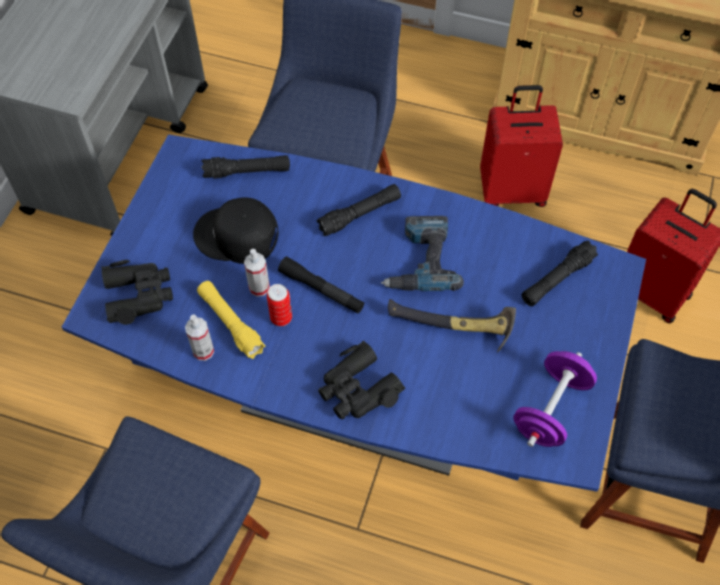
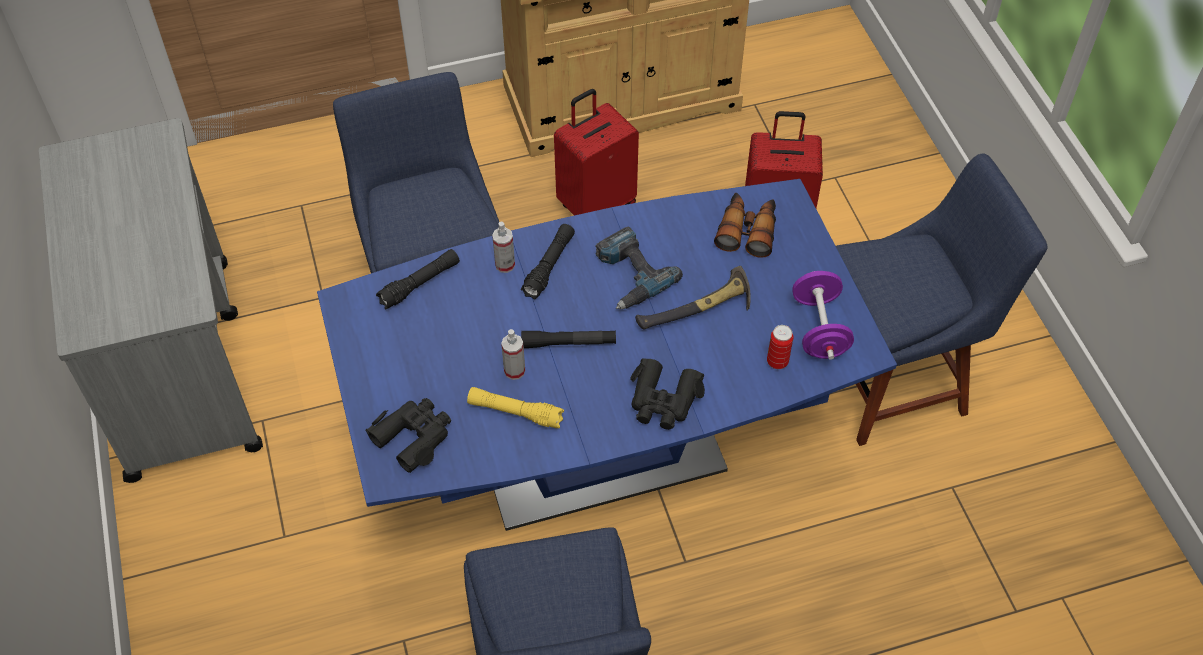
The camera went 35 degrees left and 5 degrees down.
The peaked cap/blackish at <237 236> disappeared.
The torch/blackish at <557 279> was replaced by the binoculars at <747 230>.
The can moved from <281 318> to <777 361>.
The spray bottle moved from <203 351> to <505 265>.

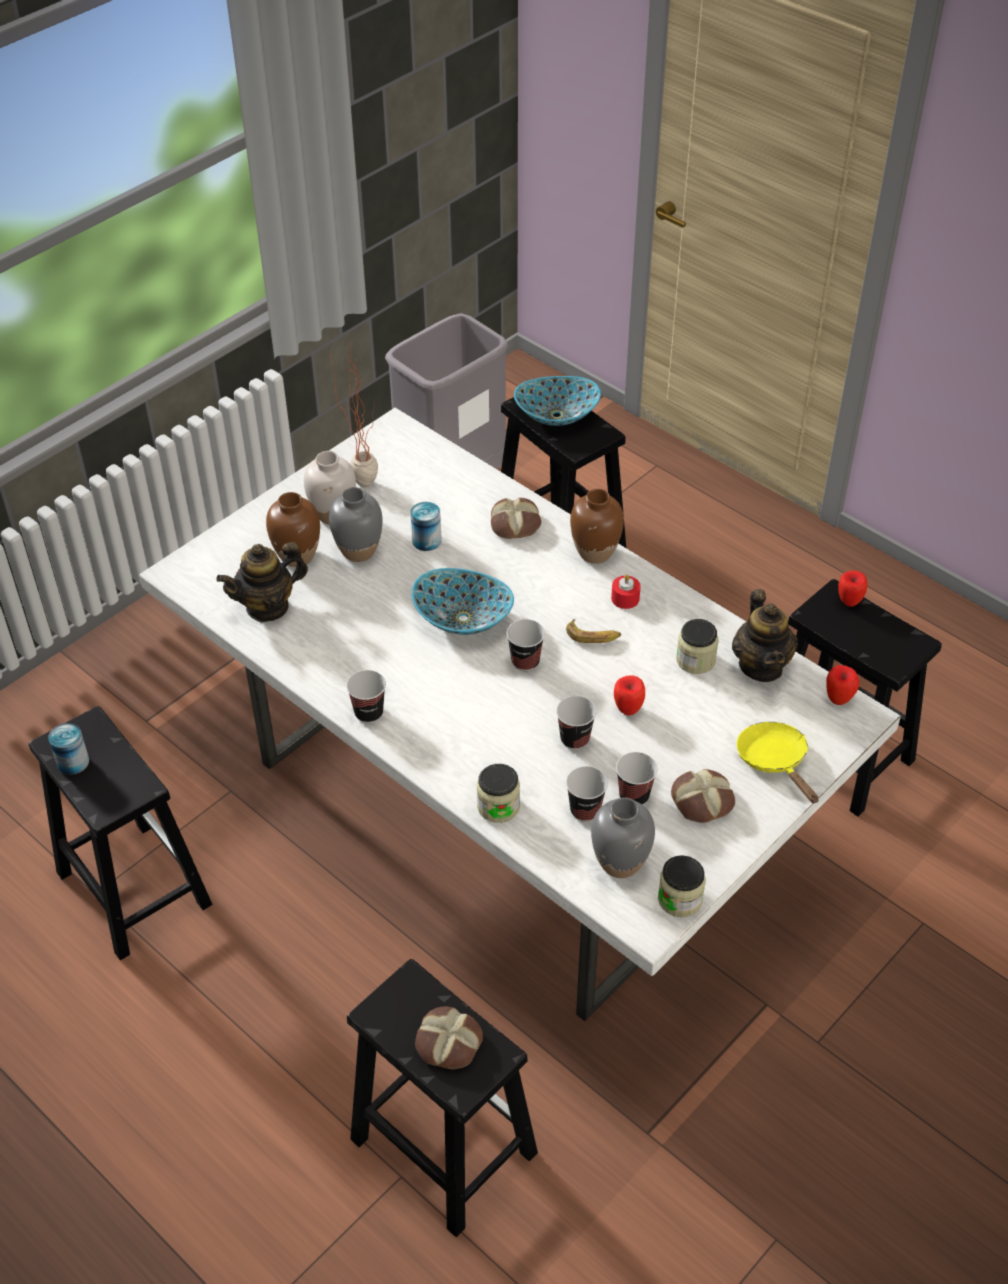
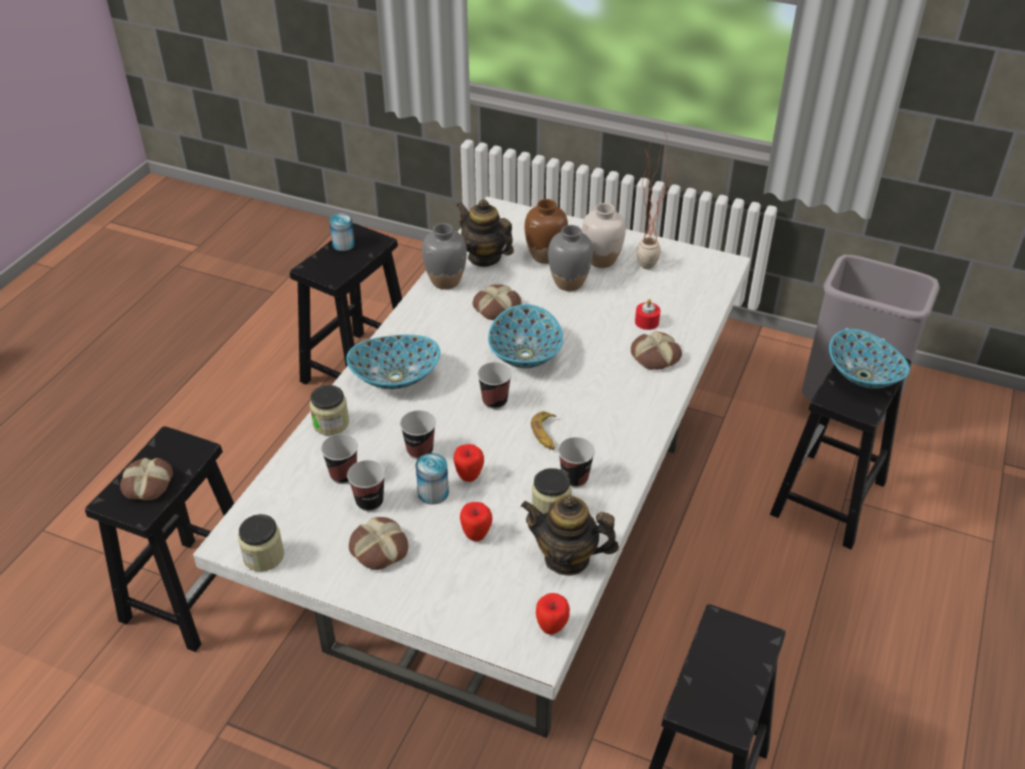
The camera went 70 degrees right and 5 degrees down.
The flower vase/brown-coloured at <595 552> disappeared.
The can moved from <426 540> to <433 493>.
The whole apple moved from <849 601> to <476 535>.
The wax candle/red-coloured moved from <625 598> to <646 322>.
The teapot at <761 666> turned 45 degrees clockwise.
The cup moved from <369 713> to <574 478>.
The frying pan/yellowish at <775 761> disappeared.
The flower vase/grey moved from <620 862> to <446 281>.
The bakery bread at <496 307> appeared.
The deep dish at <395 377> appeared.

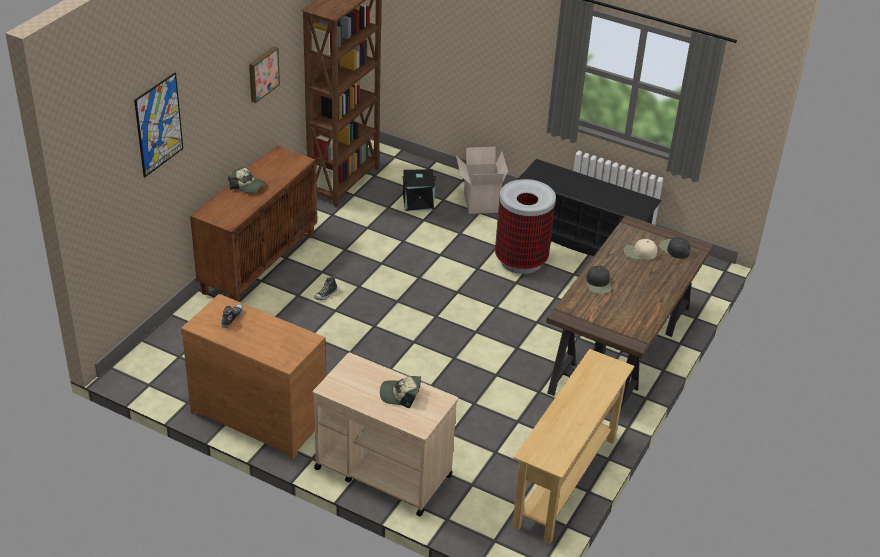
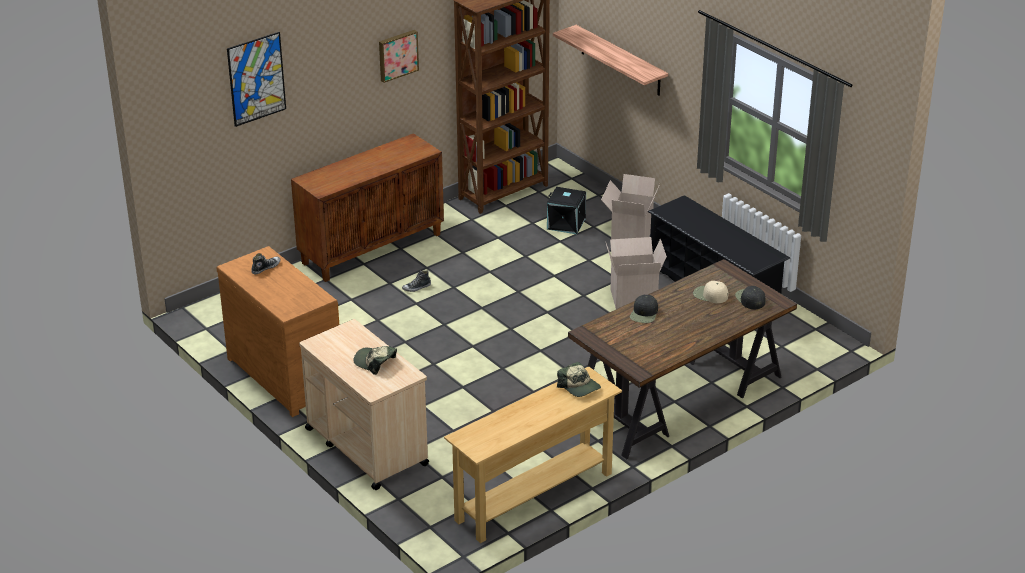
The camera went 25 degrees right and 5 degrees down.
The peaked cap moved from <247 186> to <579 387>.
The trash can at <521 260> was replaced by the packing box at <634 297>.
The shelf at <620 61> appeared.

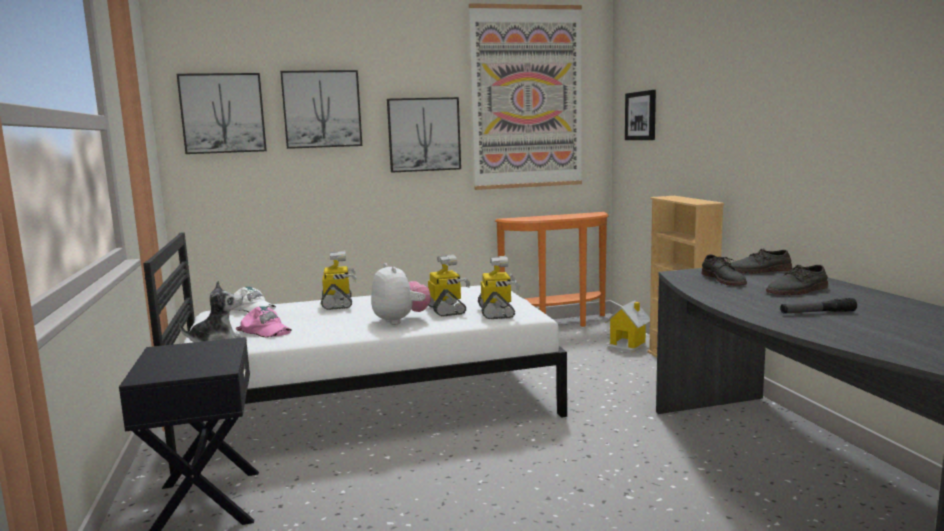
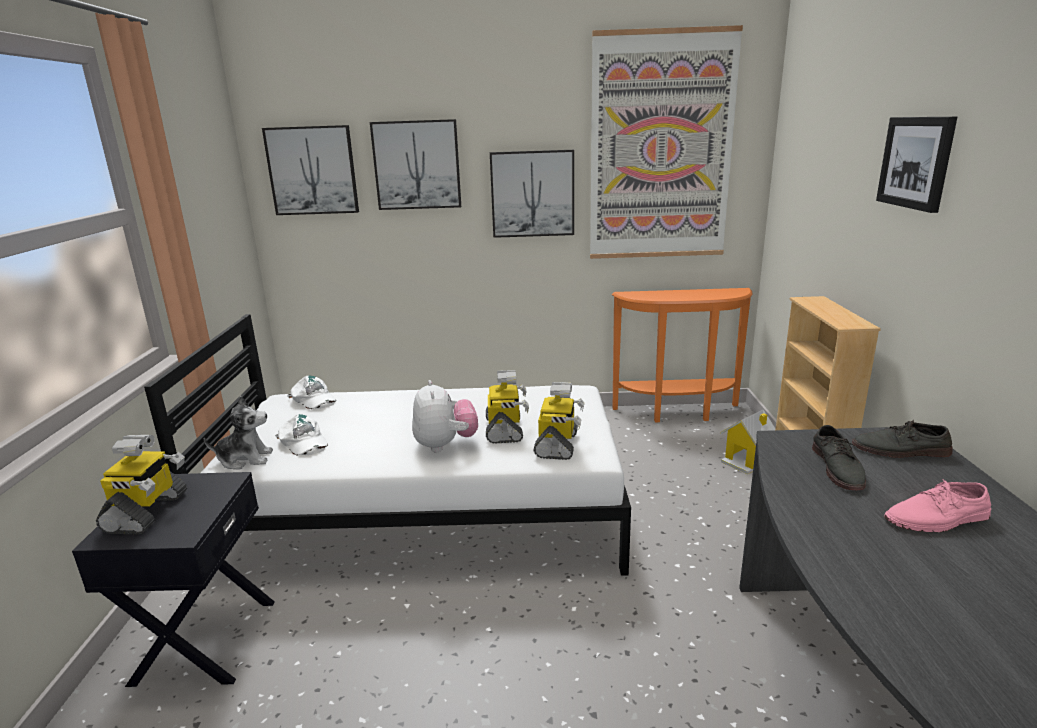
The camera went 15 degrees right and 10 degrees up.
The picture moved from <641 116> to <916 162>.
The robot figure moved from <338 303> to <147 512>.
The low shoe/grey at <798 290> became the low shoe/pink at <937 519>.
The torch at <817 313> disappeared.
The peaked cap/pink at <265 330> became the peaked cap/whitish at <303 442>.

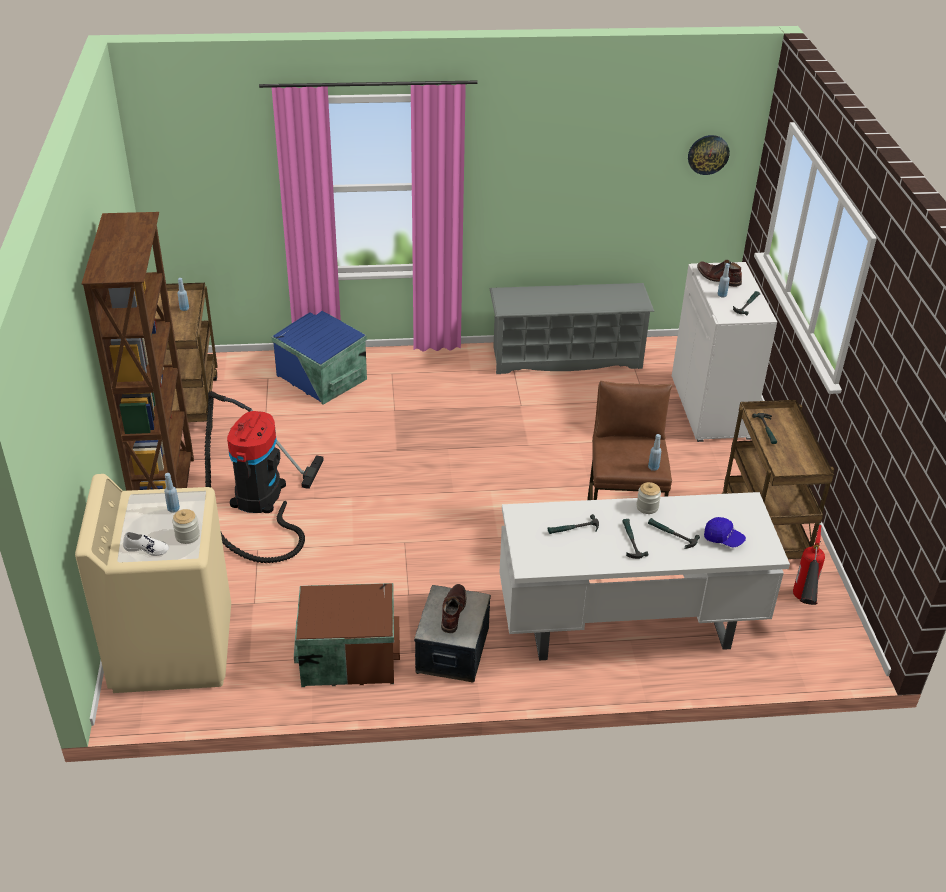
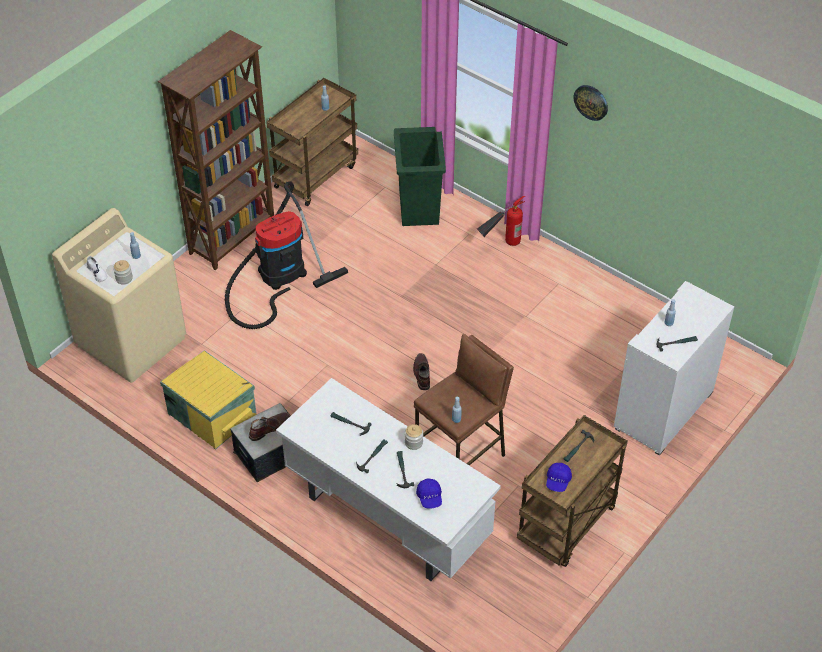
The camera went 45 degrees right and 10 degrees up.
The wall clock moved from <708 154> to <591 102>.
The high-top boot/brown-coloured moved from <718 278> to <421 374>.
The shoe shelf/grey at <566 357> disappeared.
The storage container/blue at <321 378> was replaced by the trash can/green at <418 208>.
The fire extinguisher moved from <802 607> to <500 246>.
The storage container/brown-coloured at <347 654> became the storage container/yellowish at <212 413>.
The peaked cap/blue at <558 481> appeared.

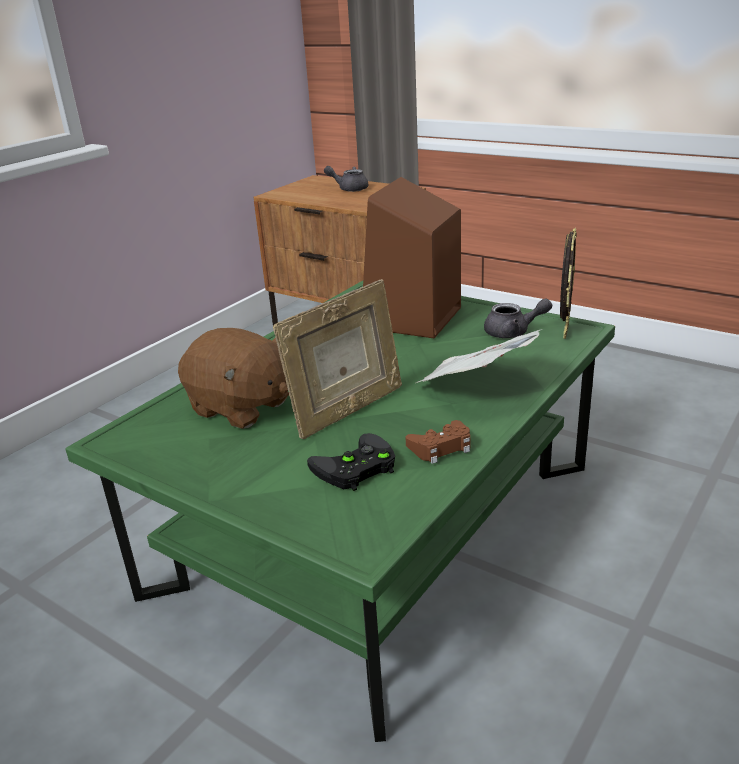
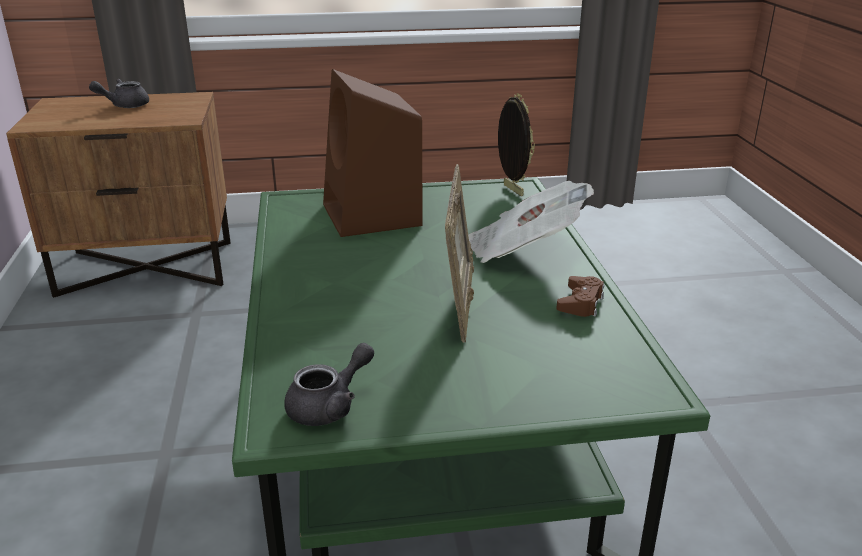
The camera went 45 degrees left and 0 degrees up.
The teapot/grey moved from <513 332> to <330 406>.
The cuddly toy/brown-coloured at <241 407> disappeared.
The joypad/blackish at <354 469> disappeared.

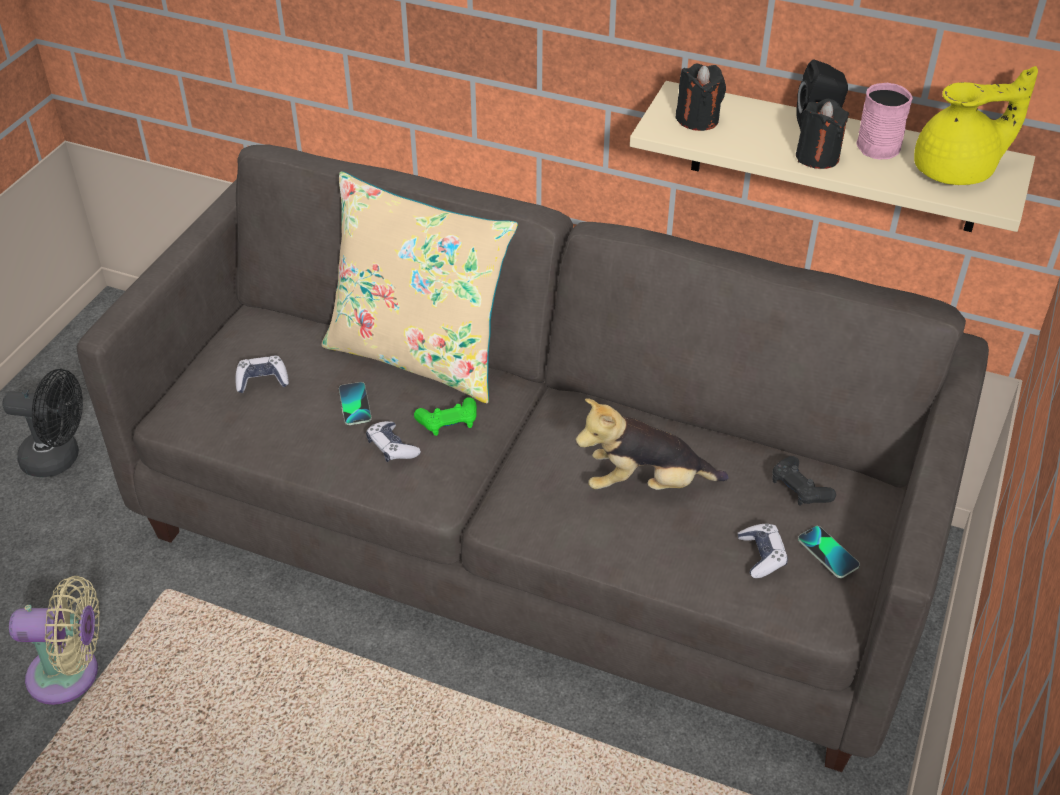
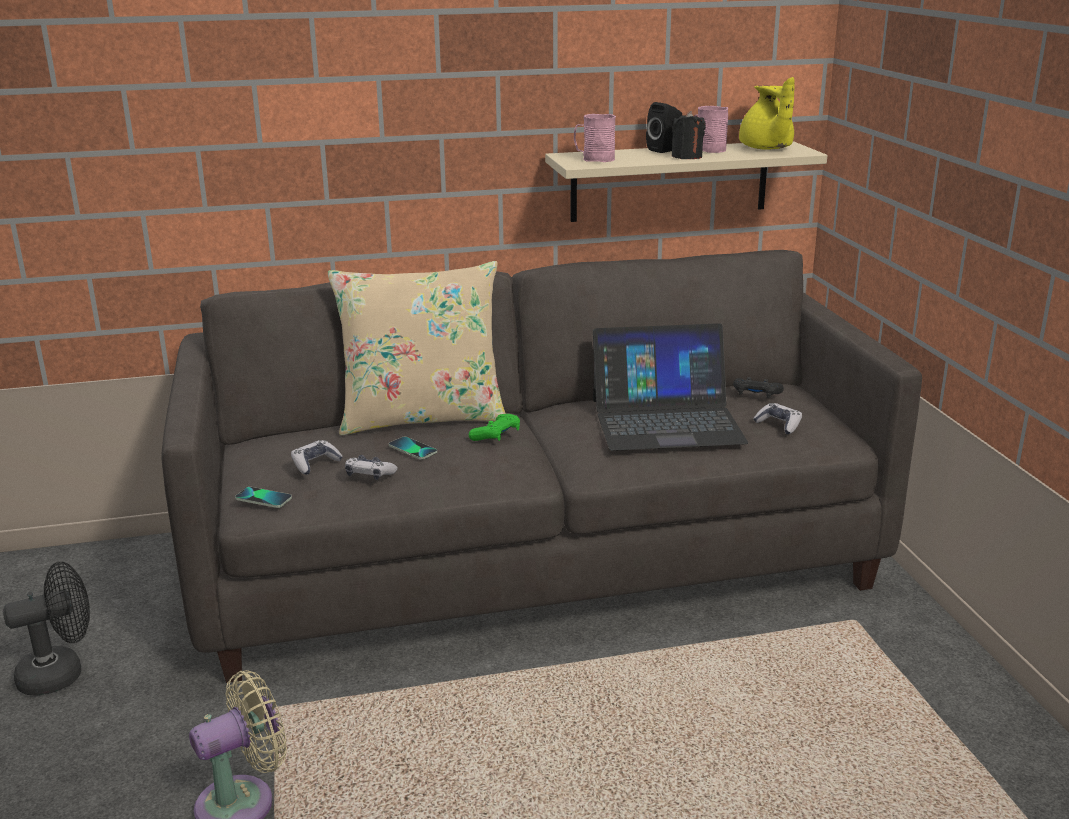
The camera went 35 degrees left and 20 degrees down.
The wax candle/blackish at <697 119> was replaced by the mug/pink at <594 159>.
The teapot/yellowish at <957 171> turned 120 degrees clockwise.
The cuddly toy at <645 484> was replaced by the notebook computer at <666 420>.
The joypad moved from <392 447> to <369 474>.
The handset moved from <828 552> to <263 498>.

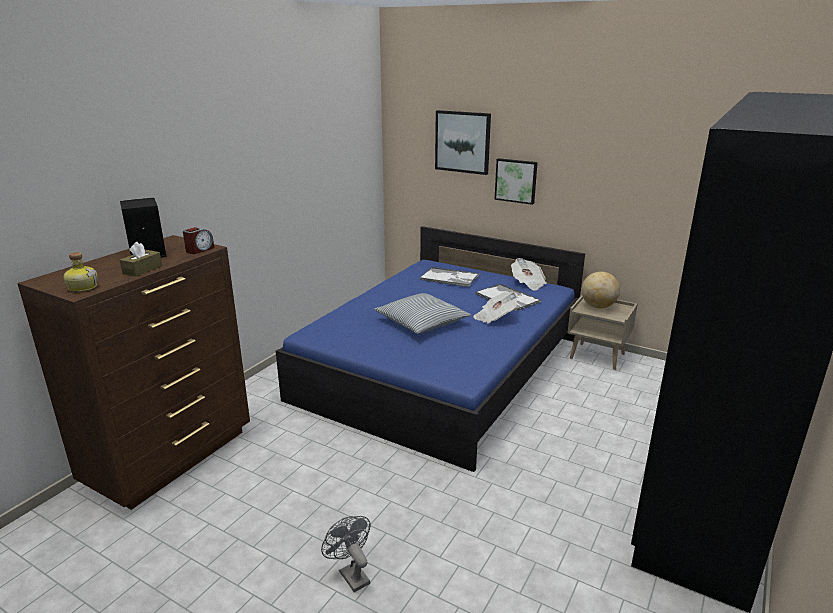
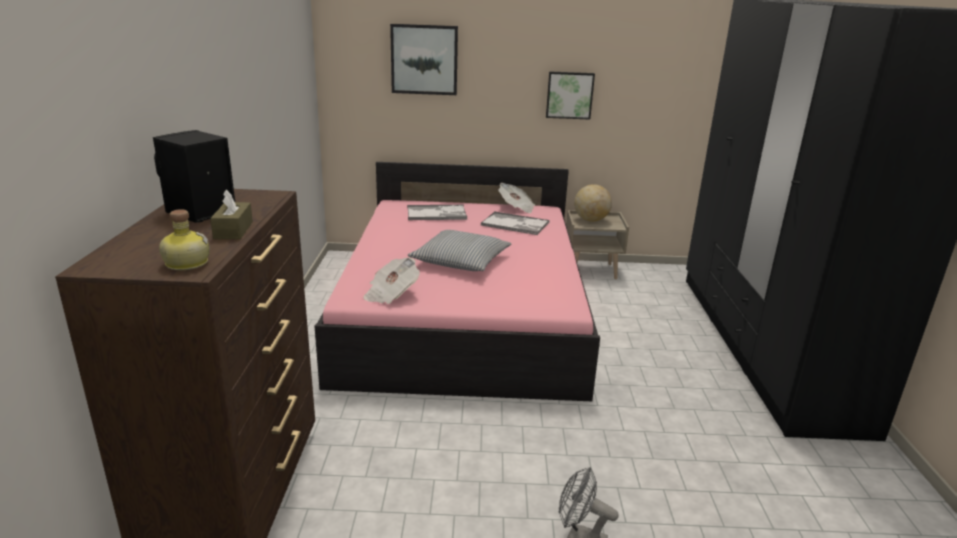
The camera went 30 degrees left and 0 degrees up.
The picture moved from <516 180> to <569 95>.
The bed/blue at <441 368> became the bed/pink at <463 312>.
The bedside clock at <199 250> disappeared.
The newspaper moved from <495 318> to <391 294>.

